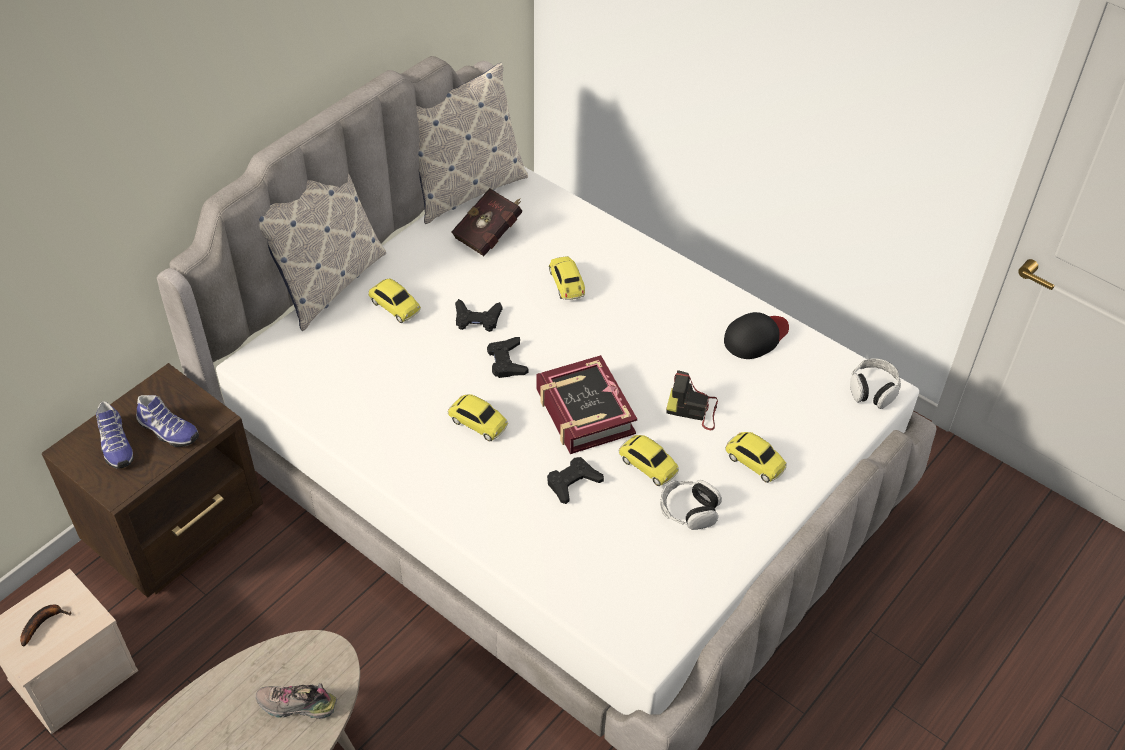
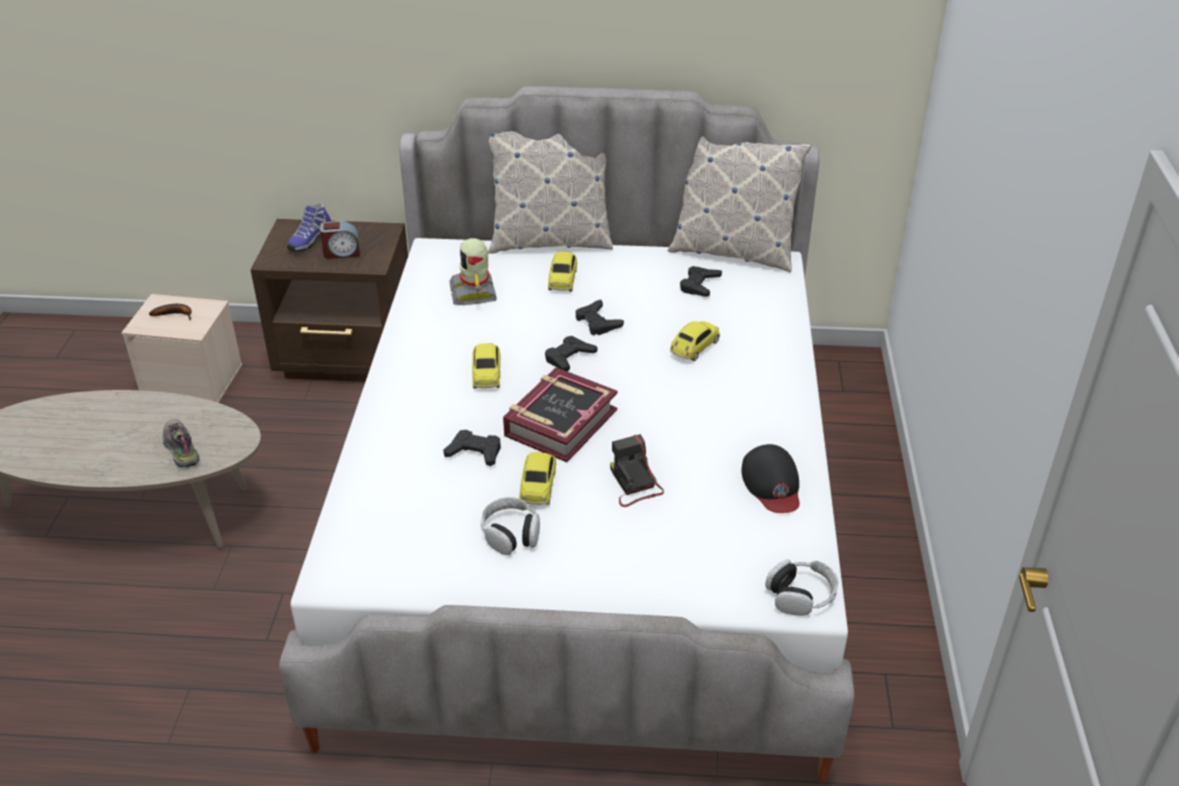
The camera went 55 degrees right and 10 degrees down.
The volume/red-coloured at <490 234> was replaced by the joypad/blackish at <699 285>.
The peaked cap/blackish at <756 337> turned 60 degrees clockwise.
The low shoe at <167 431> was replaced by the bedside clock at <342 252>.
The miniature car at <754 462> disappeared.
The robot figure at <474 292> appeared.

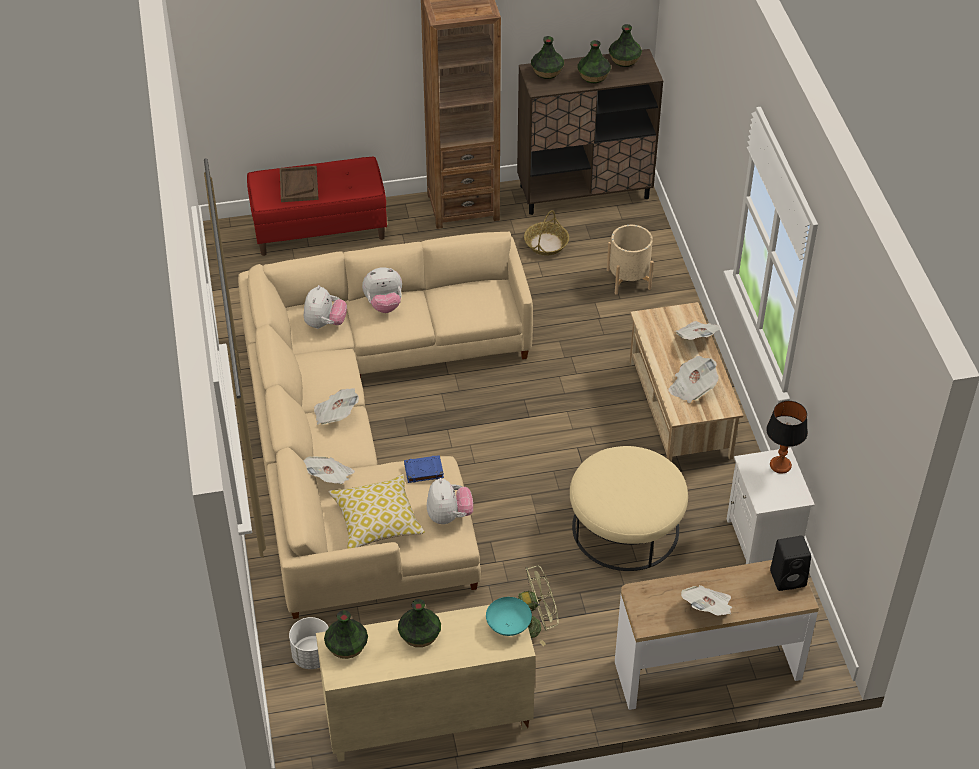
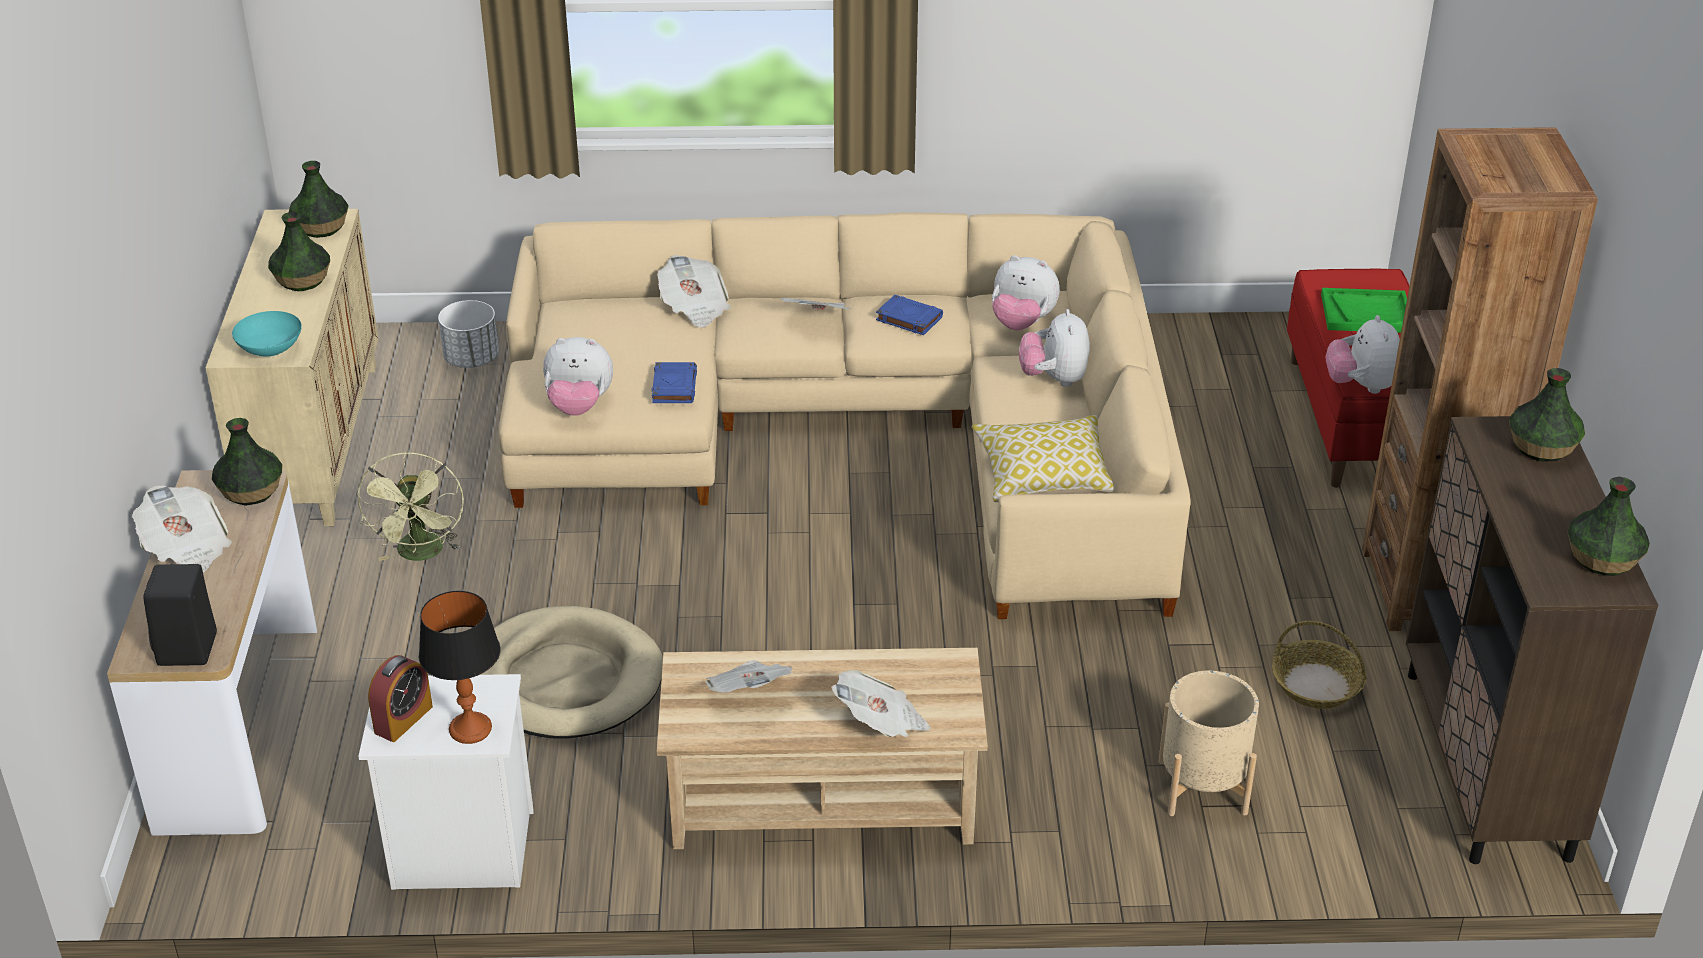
The camera went 100 degrees right and 10 degrees down.
The flower vase moved from <593 77> to <250 491>.
The serving tray/brown-coloured at <299 185> became the serving tray/green at <1366 313>.
The ottoman/beige at <625 528> was replaced by the dog bed/beige at <565 680>.
The pillow moved from <376 521> to <1045 477>.
The volume/blue at <908 319> appeared.
The cuddly toy at <1361 386> appeared.
The bedside clock at <403 719> appeared.

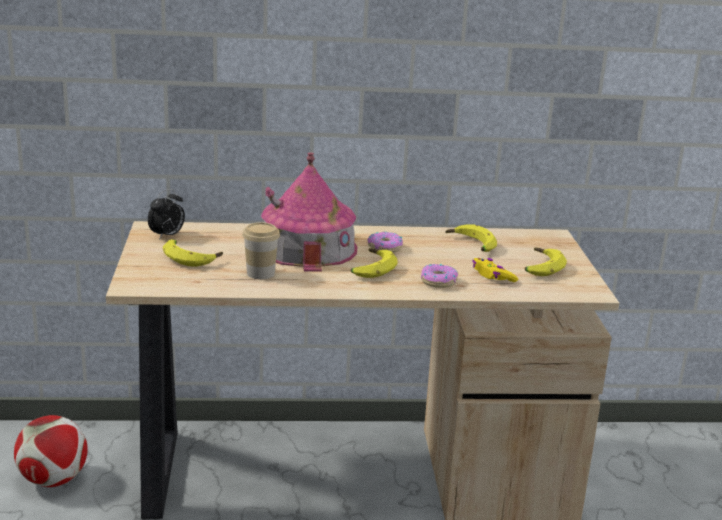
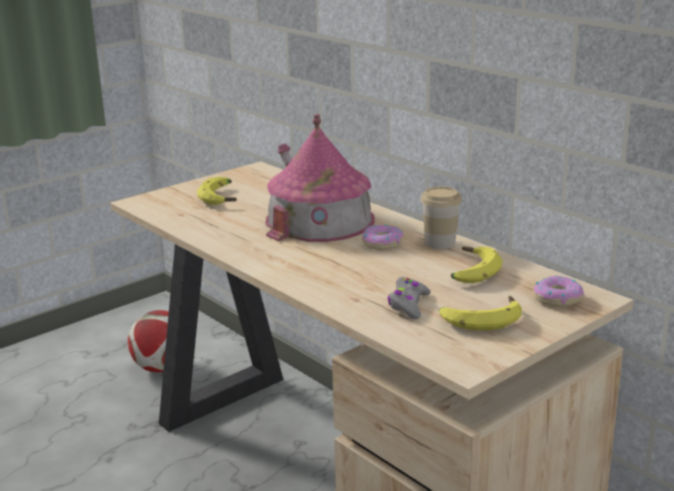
The camera went 55 degrees right and 0 degrees up.
The bedside clock at <167 236> disappeared.
The cup moved from <260 273> to <440 242>.
The banana at <370 269> disappeared.
The joypad/yellowish at <492 276> became the joypad/grey at <408 305>.
The donut moved from <438 281> to <557 298>.

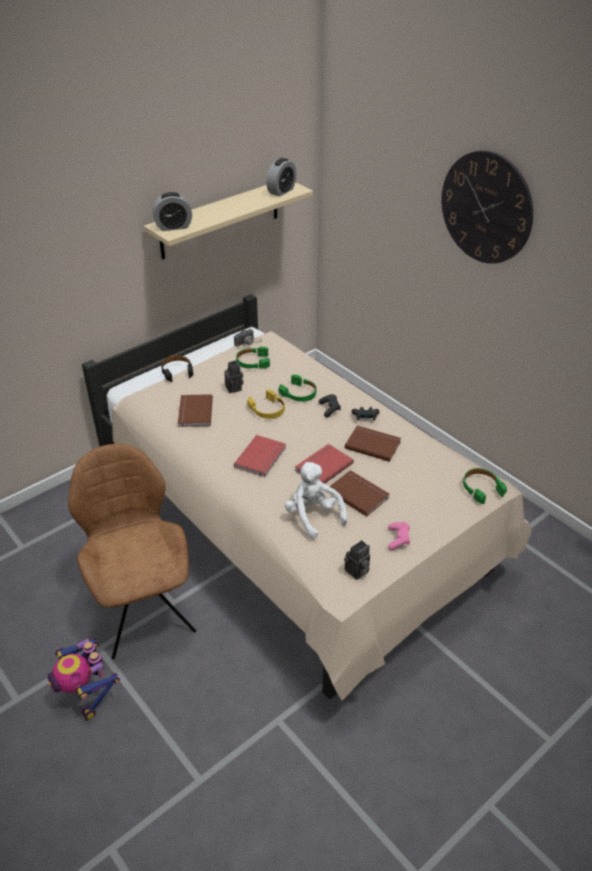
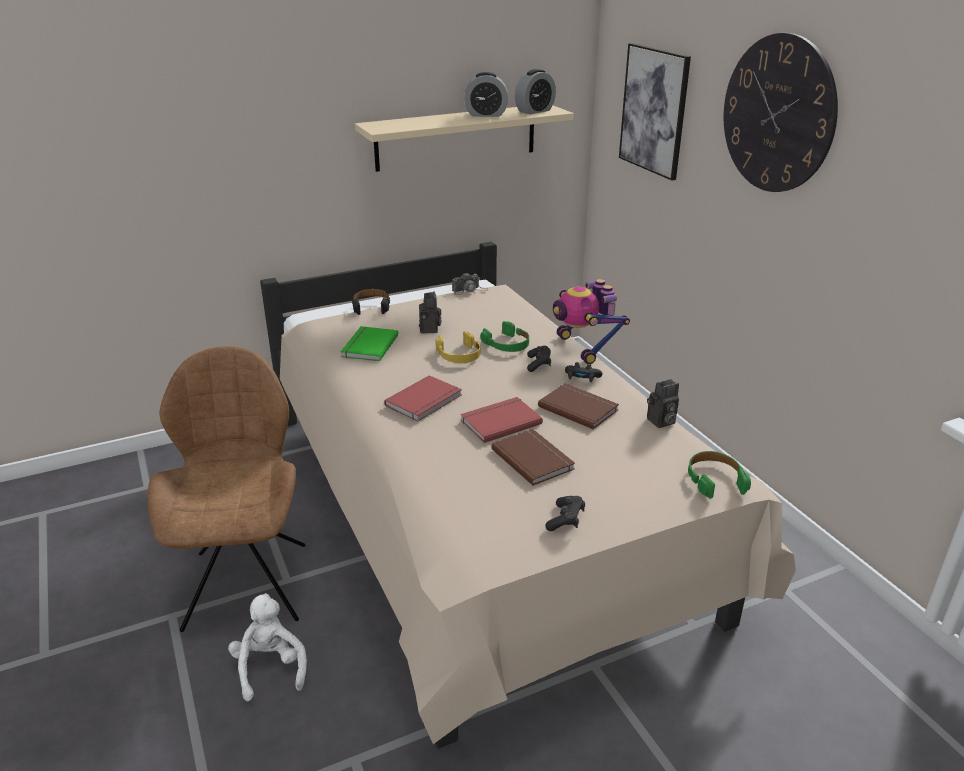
The camera went 15 degrees right and 10 degrees down.
The bedside clock moved from <173 227> to <486 114>.
The headphones/green at <252 362> disappeared.
The volume/brown-coloured at <194 412> became the volume/green at <368 346>.
The cuddly toy/whitish moved from <313 516> to <270 668>.
The joypad/pink at <398 539> became the joypad/blackish at <565 520>.
The still camera moved from <356 572> to <660 422>.
The robot figure moved from <87 692> to <584 348>.
The picture at <654 110> appeared.

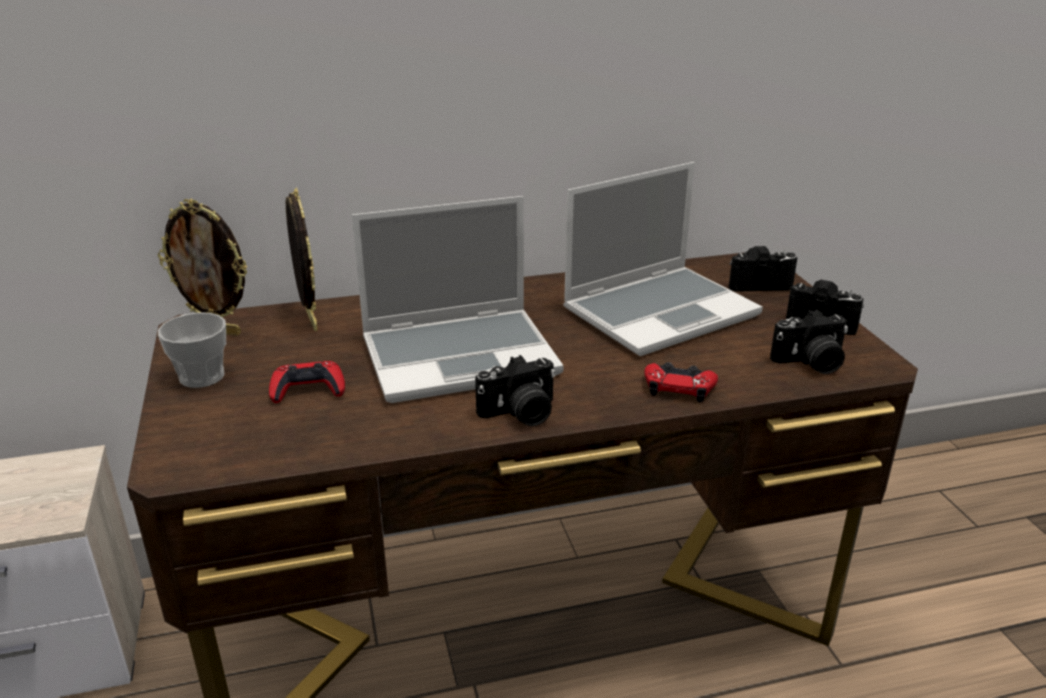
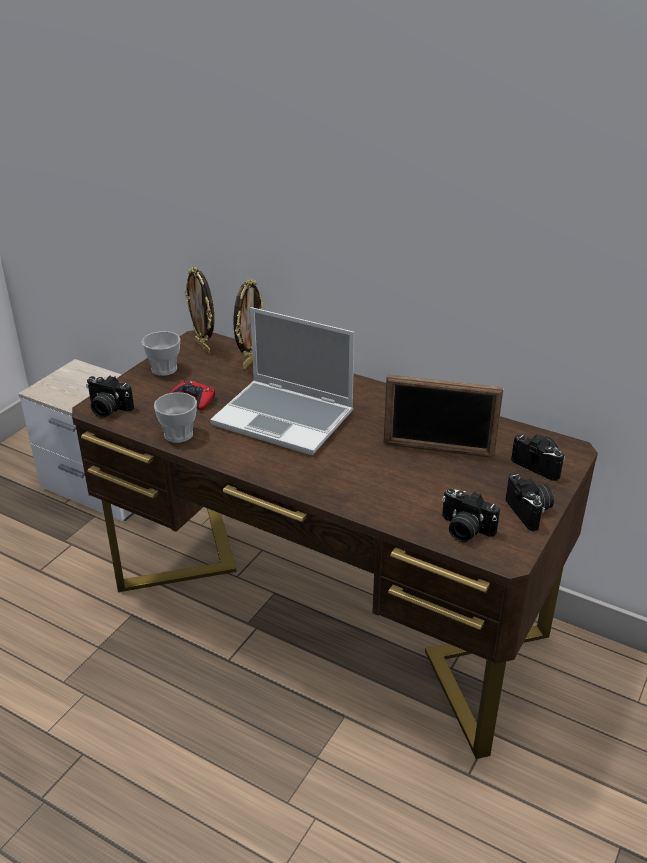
The camera went 45 degrees right and 5 degrees up.
The notebook computer at <660 311> was replaced by the picture frame at <438 450>.
The still camera moved from <520 414> to <107 409>.
The joypad/red-coloured at <679 387> disappeared.
The cup at <178 434> appeared.

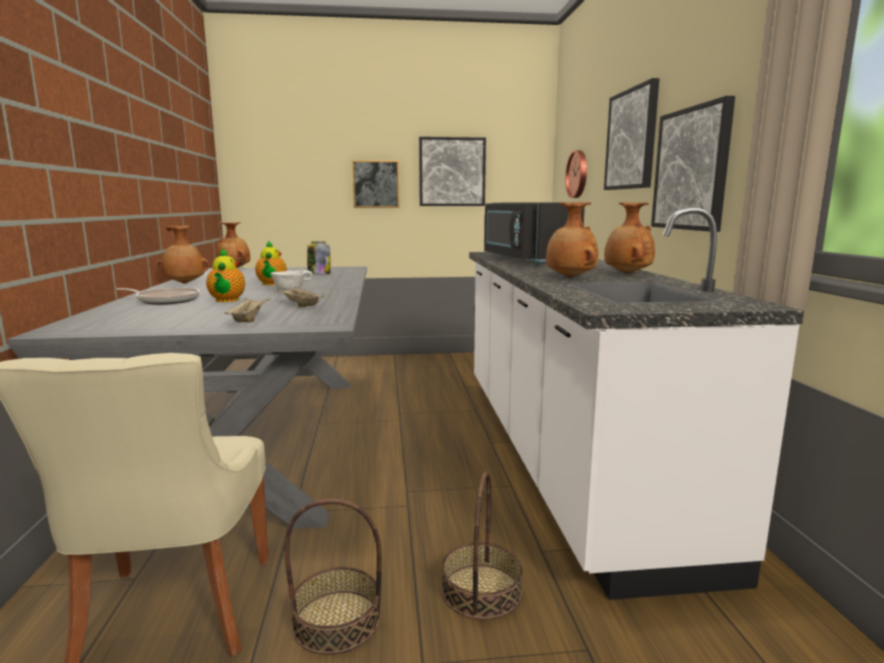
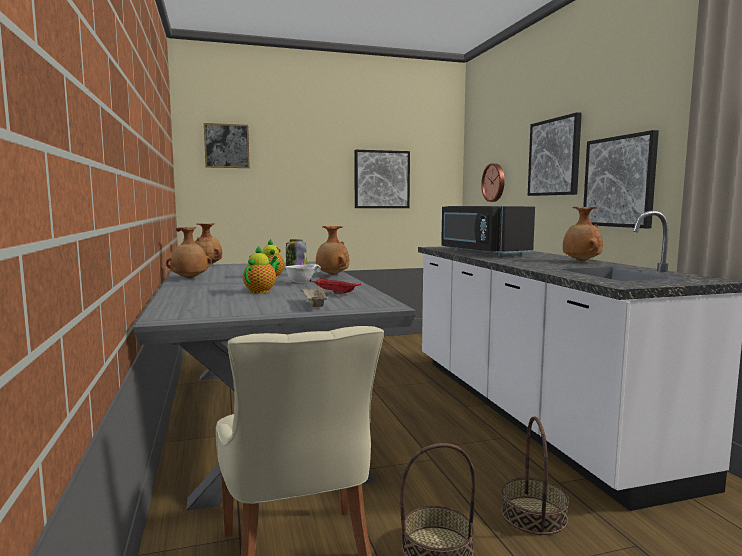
The camera went 10 degrees left and 5 degrees down.
The picture moved from <376 184> to <226 146>.
The flower vase/brown-coloured moved from <569 277> to <332 275>.
The teapot at <226 300> turned 135 degrees counterclockwise.
The serving tray/beige at <300 305> became the serving tray/red-coloured at <333 293>.
The frying pan at <166 300> disappeared.

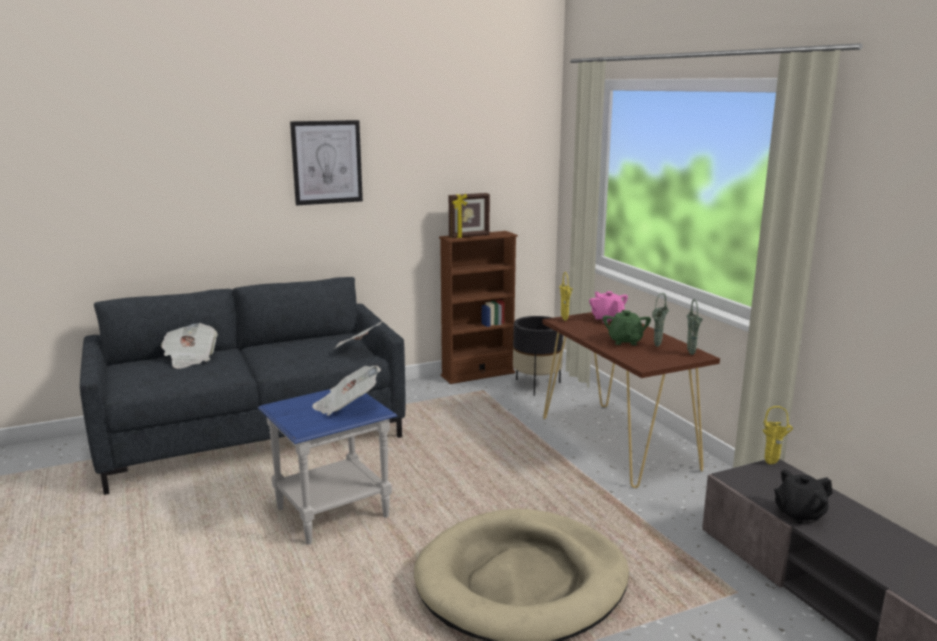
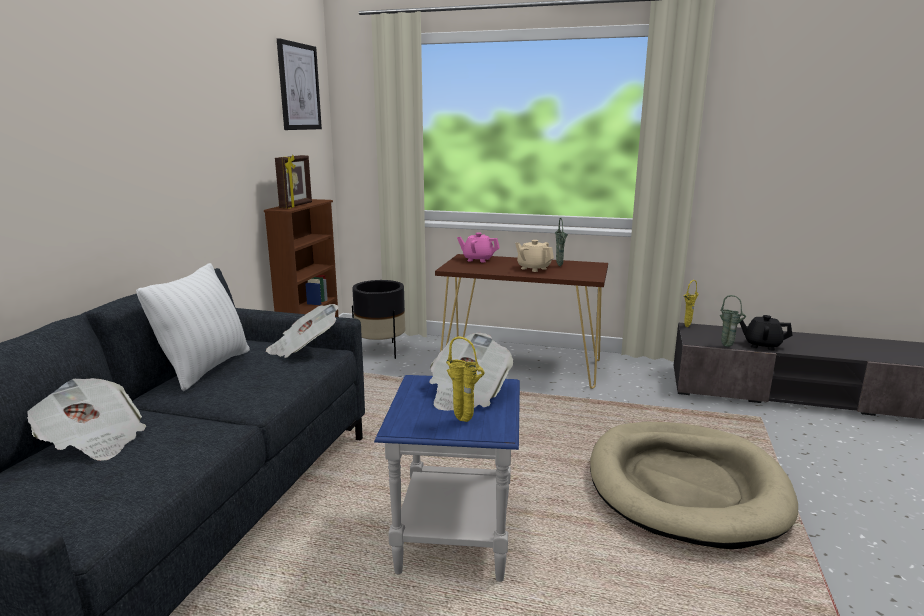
The camera went 50 degrees left and 0 degrees up.
The picture moved from <327 162> to <299 87>.
The flower vase/yellowish moved from <565 320> to <465 421>.
The flower vase/green moved from <691 354> to <728 346>.
The teapot/green at <625 341> became the teapot/beige at <533 268>.
The teapot/blackish at <799 514> turned 90 degrees clockwise.
The pillow/whitish at <206 368> appeared.

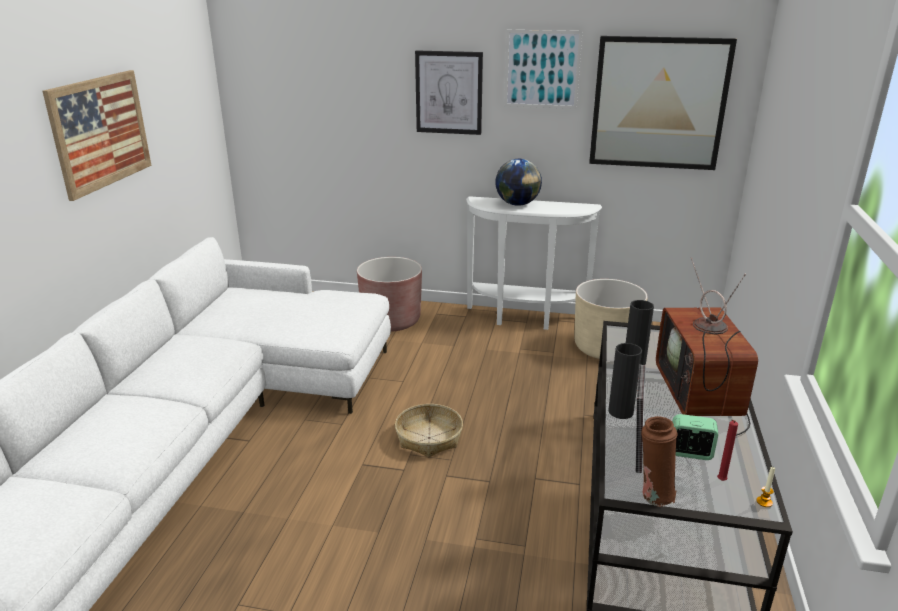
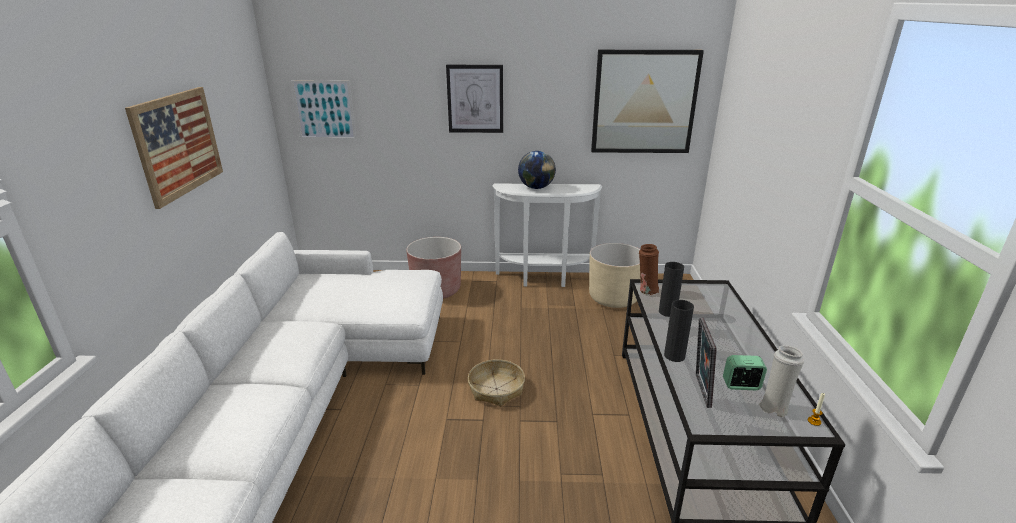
The camera went 10 degrees left and 0 degrees up.
The picture moved from <542 69> to <324 110>.
The television at <702 396> disappeared.
The flower vase/brown-coloured moved from <654 494> to <646 290>.
The wax candle/red-coloured at <720 481> was replaced by the flower vase/whitish at <774 407>.

